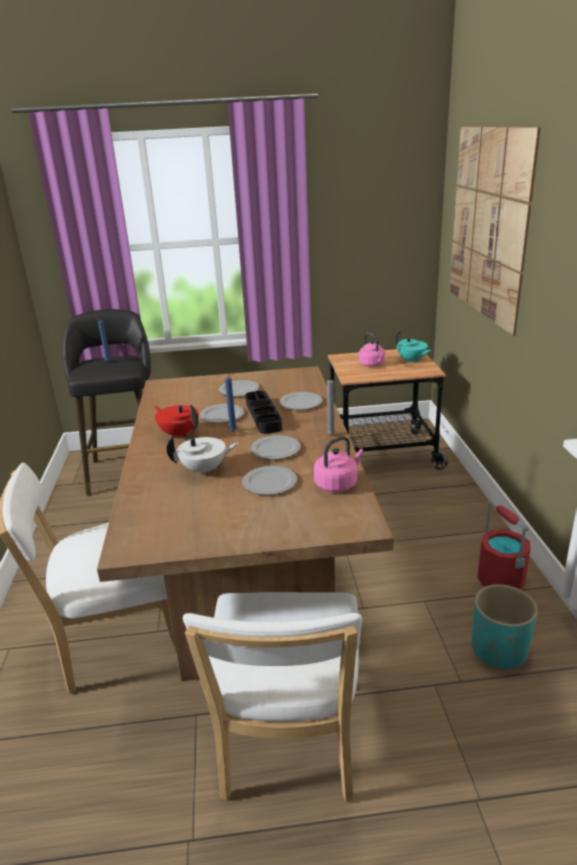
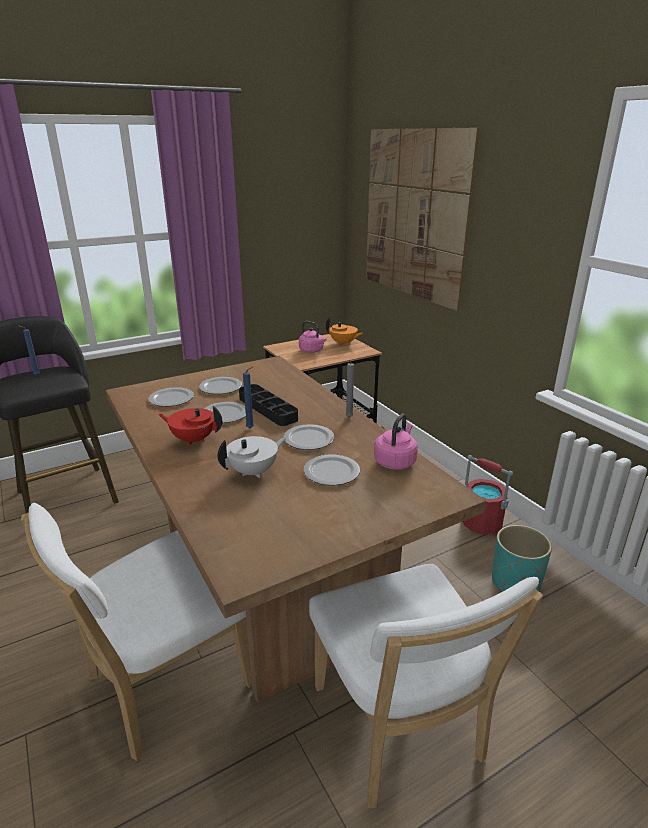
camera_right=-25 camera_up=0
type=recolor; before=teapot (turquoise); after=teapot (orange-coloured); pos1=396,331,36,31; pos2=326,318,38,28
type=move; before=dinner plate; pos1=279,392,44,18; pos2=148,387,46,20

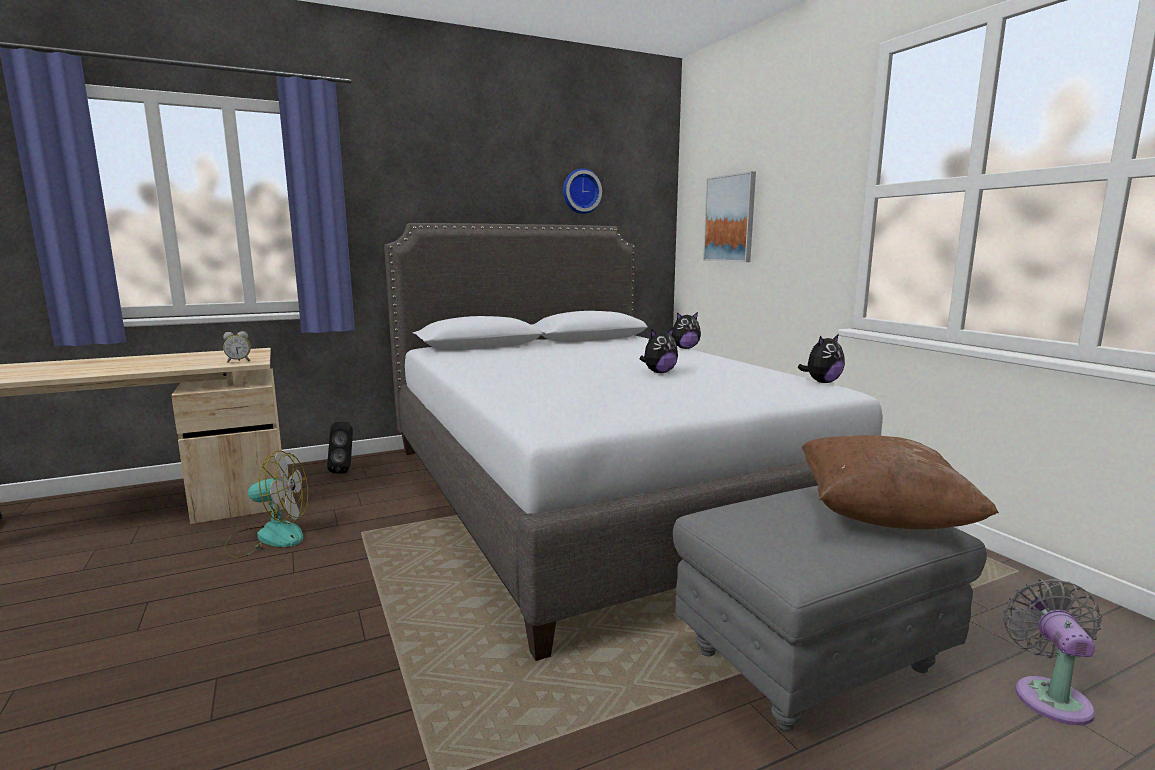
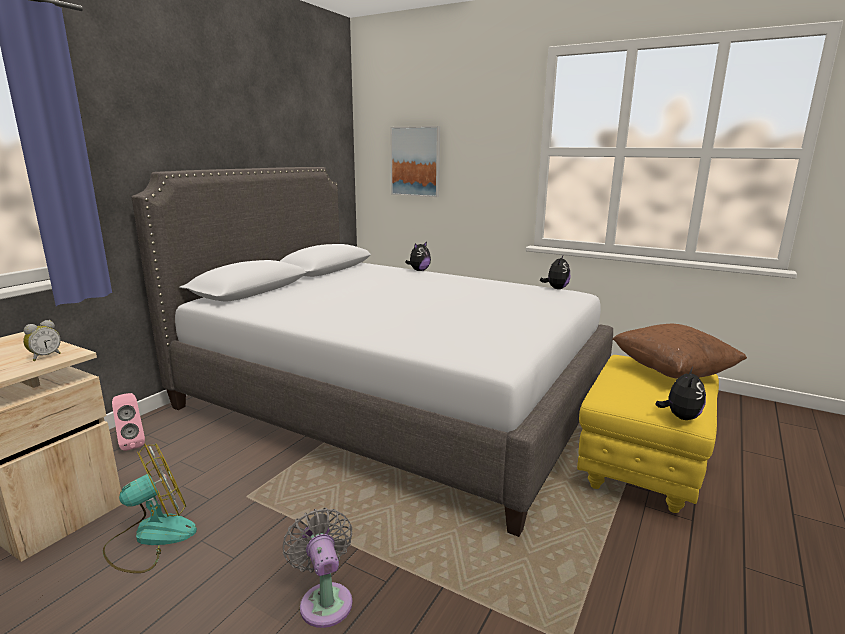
camera_right=-35 camera_up=5
type=delete; before=clock on the wall; pos1=563,168,39,46
type=move; before=plush toy; pos1=640,328,38,45; pos2=655,367,51,53
type=recolor; before=loudspeaker (black-coloured); after=loudspeaker (pink-coloured); pos1=327,422,26,52; pos2=112,393,33,58
type=recolor; before=footrest (greyish); after=footrest (yellow); pos1=673,486,314,245; pos2=577,355,142,158
type=move; before=electric fan (greyish); pos1=1003,579,99,146; pos2=283,508,69,120

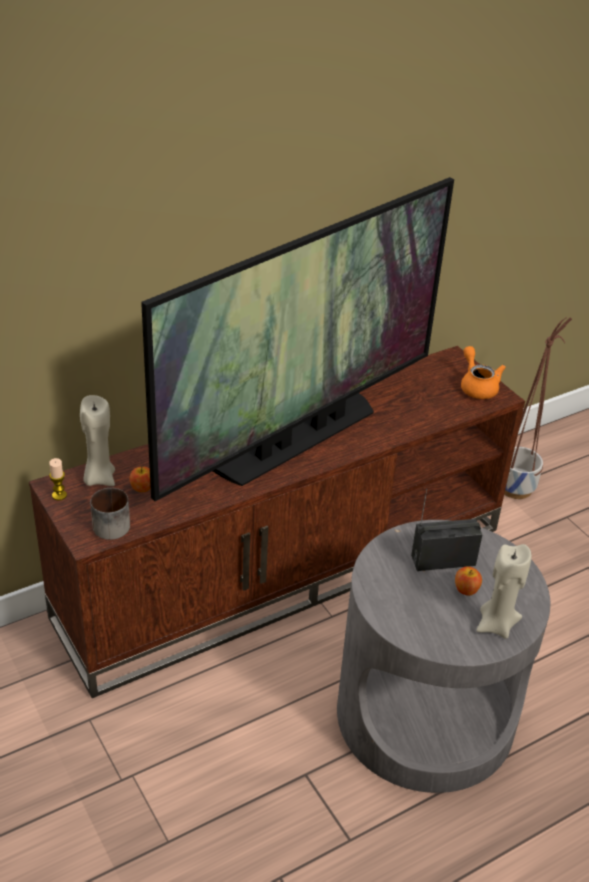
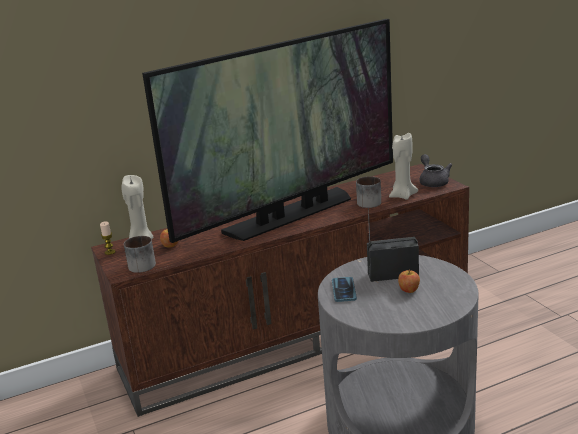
camera_right=10 camera_up=-15
type=delete; before=flower pot; pos1=504,317,68,182
type=recolor; before=teapot (orange-coloured); after=teapot (greyish); pos1=461,346,45,53; pos2=419,154,33,33
type=move; before=wax light (beige); pos1=476,544,56,95; pos2=389,133,29,67
type=insert; after=coffee mug; pos2=356,176,25,32
type=insert; after=phone; pos2=332,277,25,25

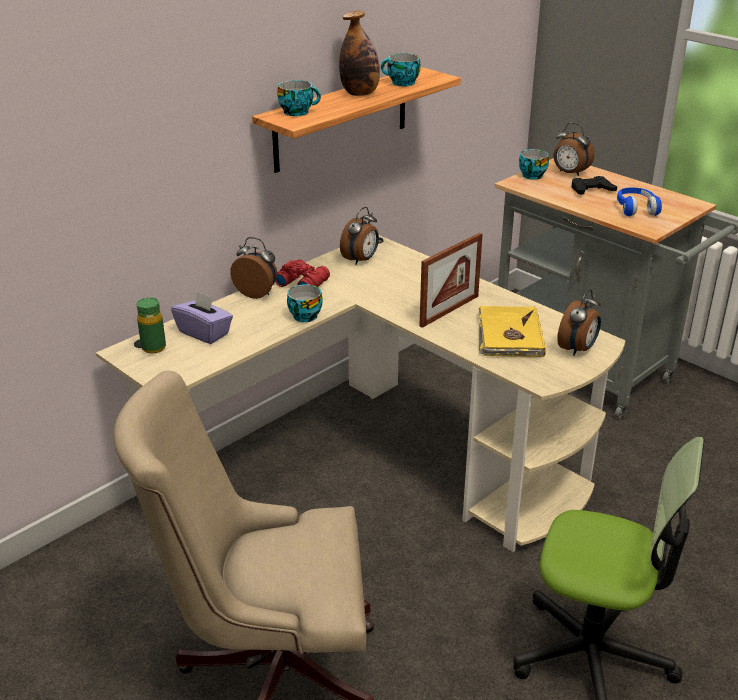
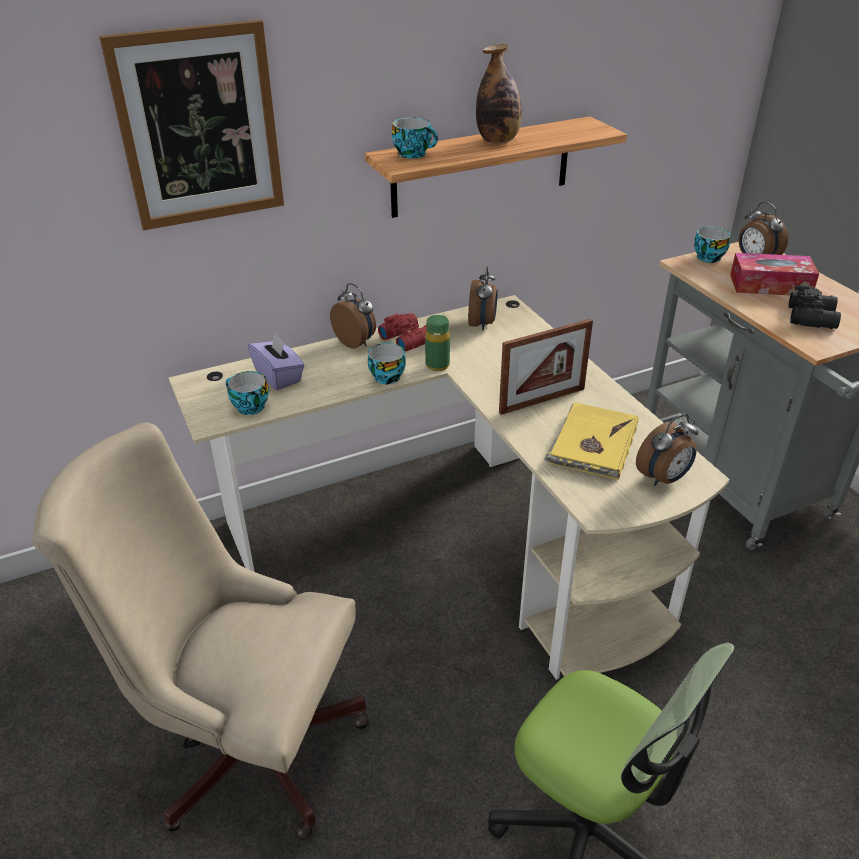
camera_right=20 camera_up=5
type=move; before=cup; pos1=381,53,40,33; pos2=226,371,43,44
type=replace; before=game controller (black-coloured); after=box of tissues; pos1=571,176,46,19; pos2=730,253,89,42
type=replace; before=headphones (blue-coloured); after=pair of binoculars (black-coloured); pos1=617,187,45,29; pos2=789,285,52,44
type=rotate; before=bedside clock; pos1=340,207,39,58; pos2=468,266,29,64; turn=-45
type=move; before=drink bottle (greenish); pos1=137,297,29,57; pos2=425,315,25,56
type=insert; after=wall picture; pos2=99,20,185,210

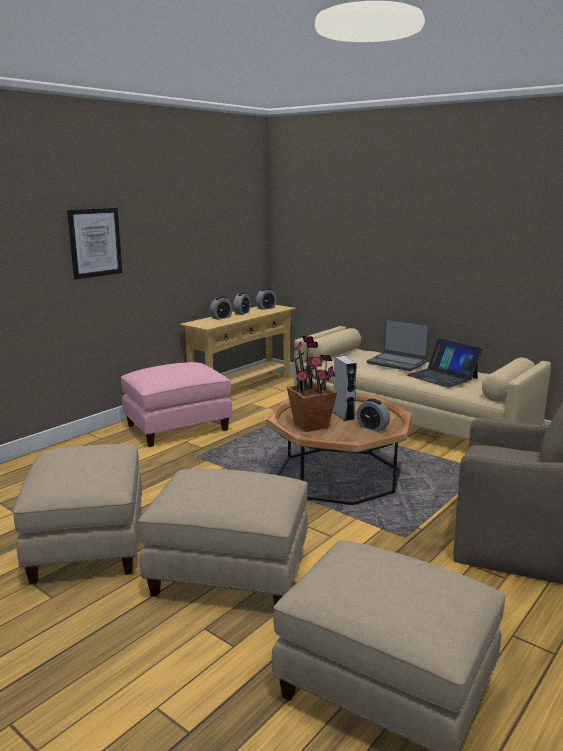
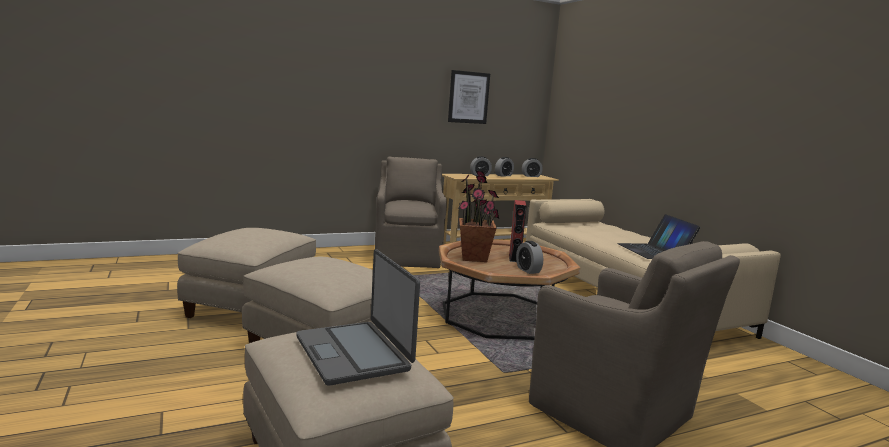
camera_right=25 camera_up=-5
type=move; before=wall picture; pos1=67,208,55,72; pos2=448,70,42,54
type=move; before=portable computer; pos1=367,318,63,53; pos2=296,249,124,137
type=recolor; before=loudspeaker (greyish); after=loudspeaker (red); pos1=333,356,24,65; pos2=509,200,18,62
type=replace; before=footrest (pink-coloured); after=easy chair (brownish); pos1=121,362,111,85; pos2=375,157,72,111

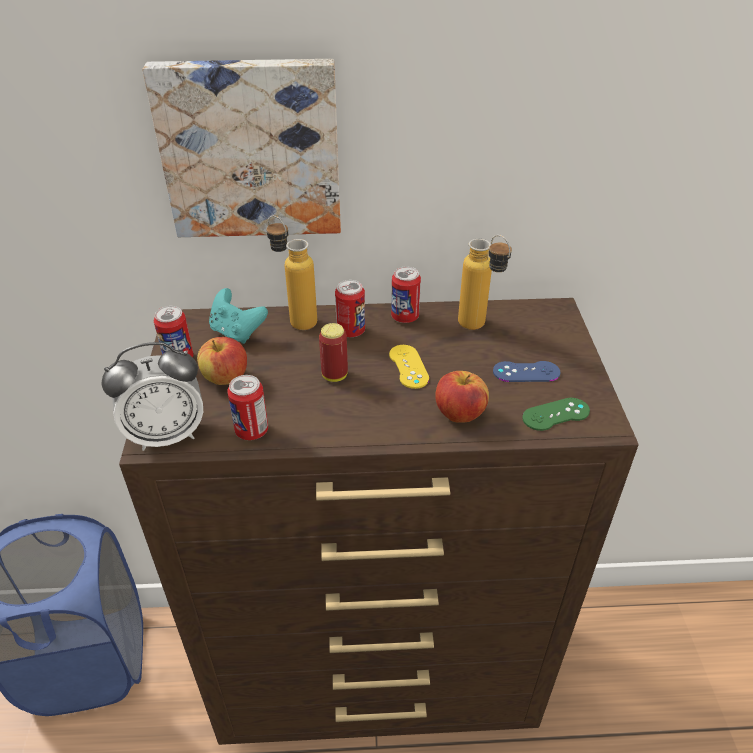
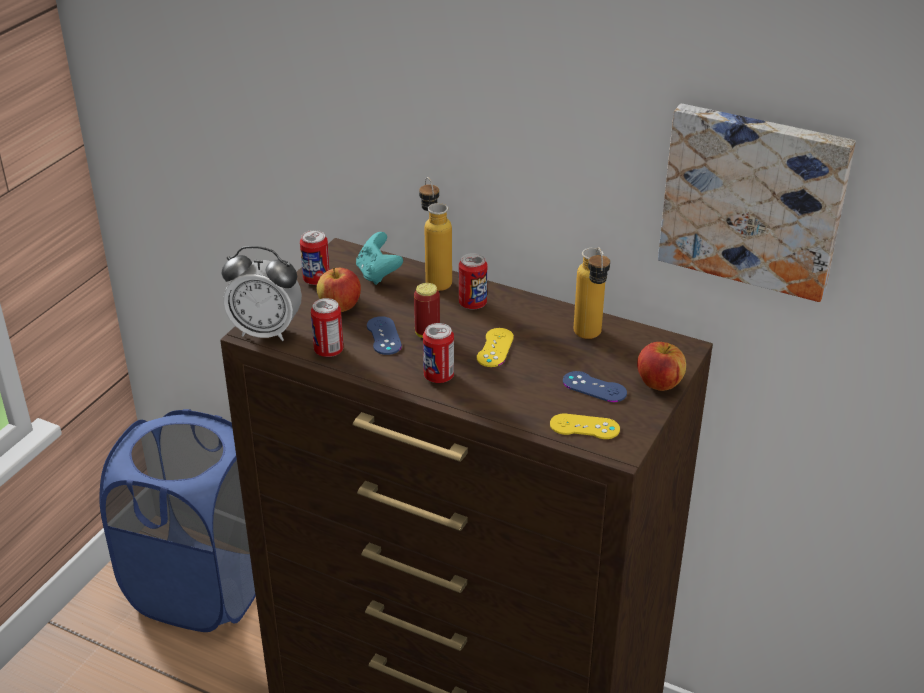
camera_right=30 camera_up=-5
type=move; before=wall picture; pos1=142,59,199,178; pos2=658,104,198,198
type=move; before=can; pos1=391,266,30,57; pos2=423,323,31,60
type=move; before=whole apple; pos1=435,371,54,52; pos2=637,342,49,49
type=recolor; before=game controller (greenish); after=game controller (yellow); pos1=522,398,68,33; pos2=550,414,70,25
type=insert; after=game controller (blue-coloured); pos2=367,316,35,39

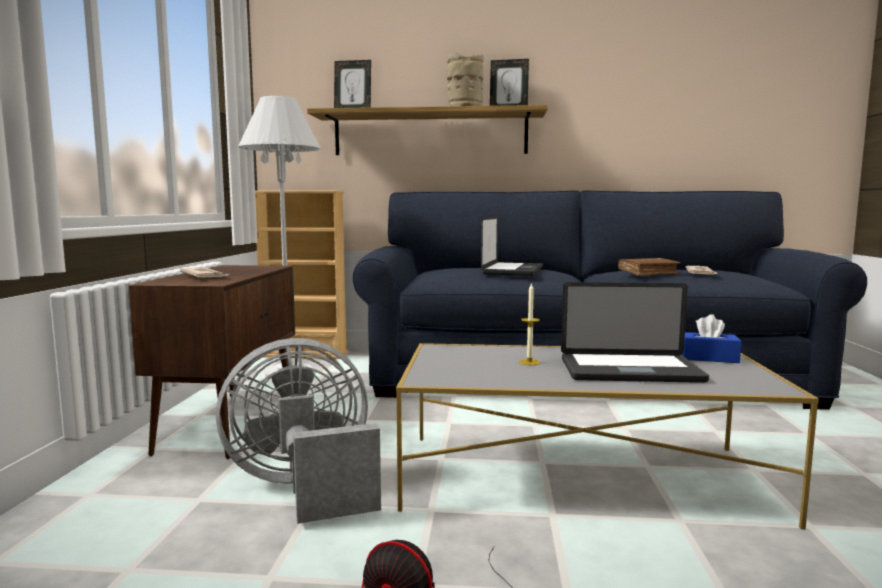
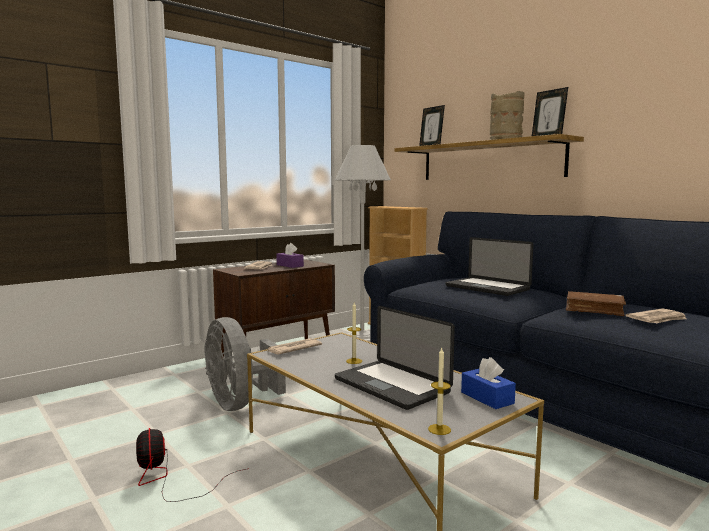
camera_right=45 camera_up=0
type=rotate; before=portable computer; pos1=481,216,62,60; pos2=446,237,88,59; turn=75
type=rotate; before=electric fan (greyish); pos1=216,338,165,186; pos2=204,317,82,94; turn=-150
type=insert; after=box of tissues (purple); pos2=276,243,28,25
type=insert; after=printed paper; pos2=268,338,54,17
type=insert; after=wax light; pos2=428,348,23,87

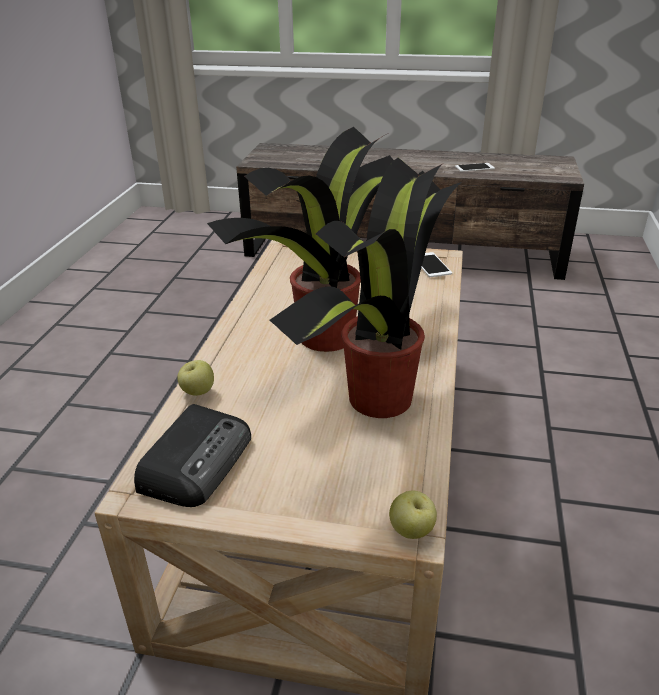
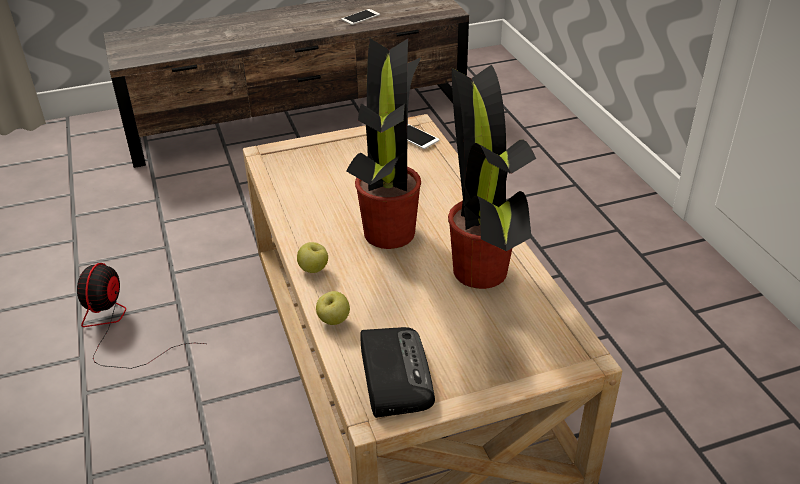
camera_right=-30 camera_up=5
type=move; before=whole apple; pos1=389,491,48,48; pos2=297,242,31,31
type=insert; after=electric fan; pos2=77,263,128,106

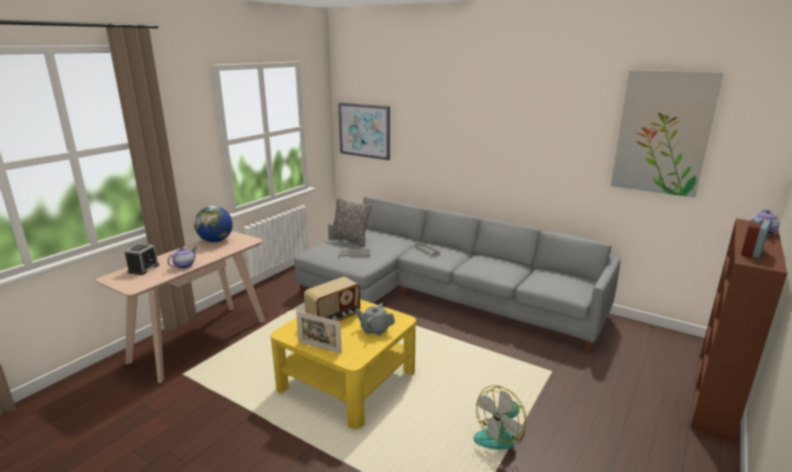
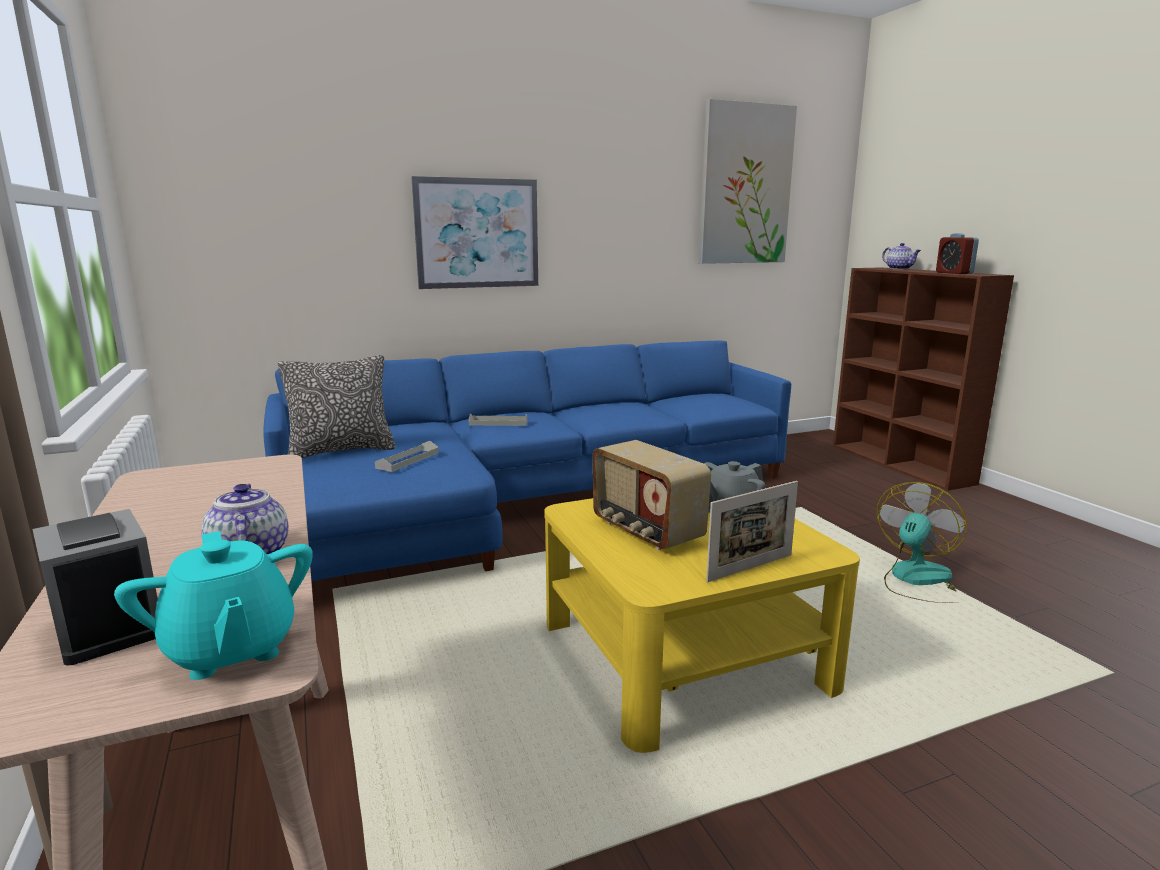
camera_right=-55 camera_up=-5
type=move; before=wall picture; pos1=338,102,52,58; pos2=411,176,127,113
type=recolor; before=sofa (greyish); after=sofa (blue-coloured); pos1=294,197,327,154; pos2=263,341,528,240
type=delete; before=globe; pos1=194,206,39,36
type=rotate; before=radio; pos1=304,277,56,44; pos2=593,440,118,110; turn=150
type=rotate; before=electric fan; pos1=474,385,52,64; pos2=877,482,90,121; turn=-135
type=insert; after=teapot (turquoise); pos2=114,531,199,149

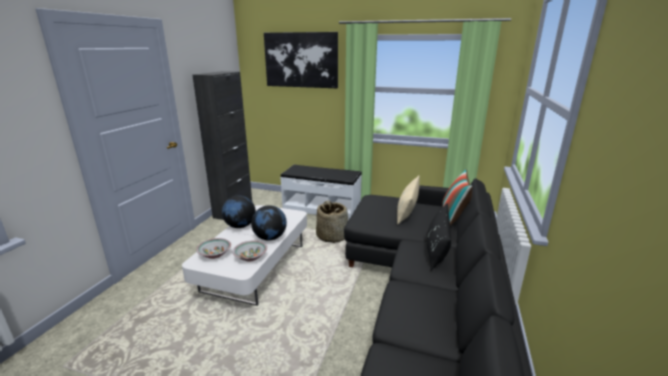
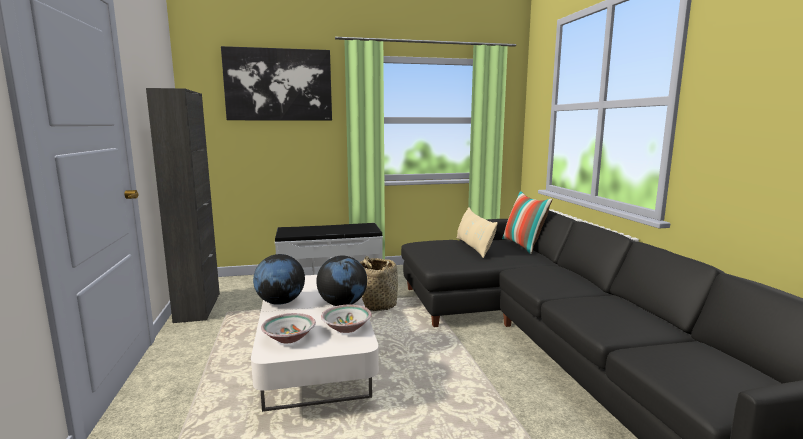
camera_right=-30 camera_up=-10
type=delete; before=throw pillow (black-coloured); pos1=427,203,24,68

